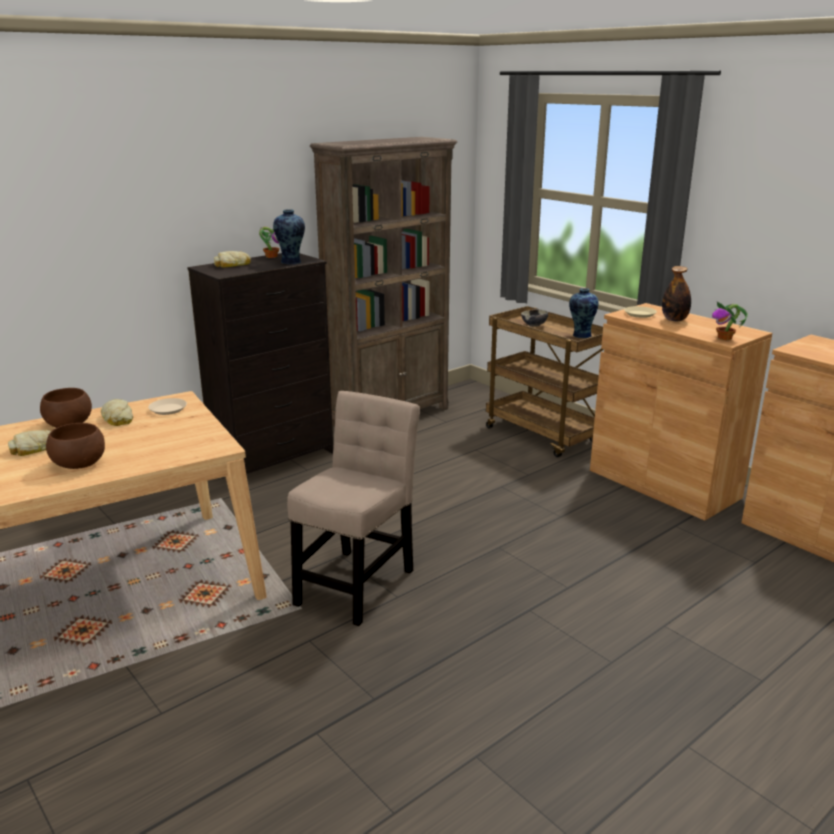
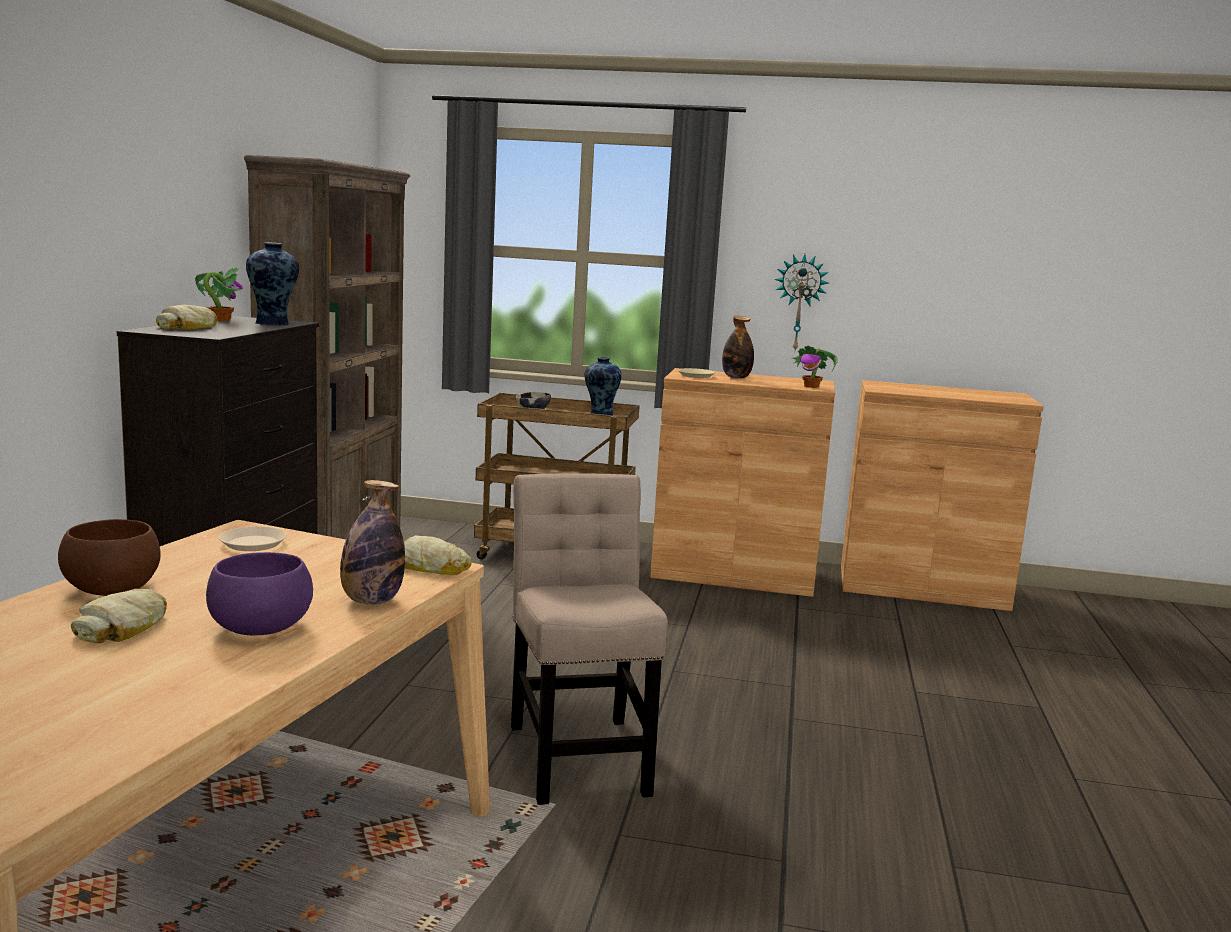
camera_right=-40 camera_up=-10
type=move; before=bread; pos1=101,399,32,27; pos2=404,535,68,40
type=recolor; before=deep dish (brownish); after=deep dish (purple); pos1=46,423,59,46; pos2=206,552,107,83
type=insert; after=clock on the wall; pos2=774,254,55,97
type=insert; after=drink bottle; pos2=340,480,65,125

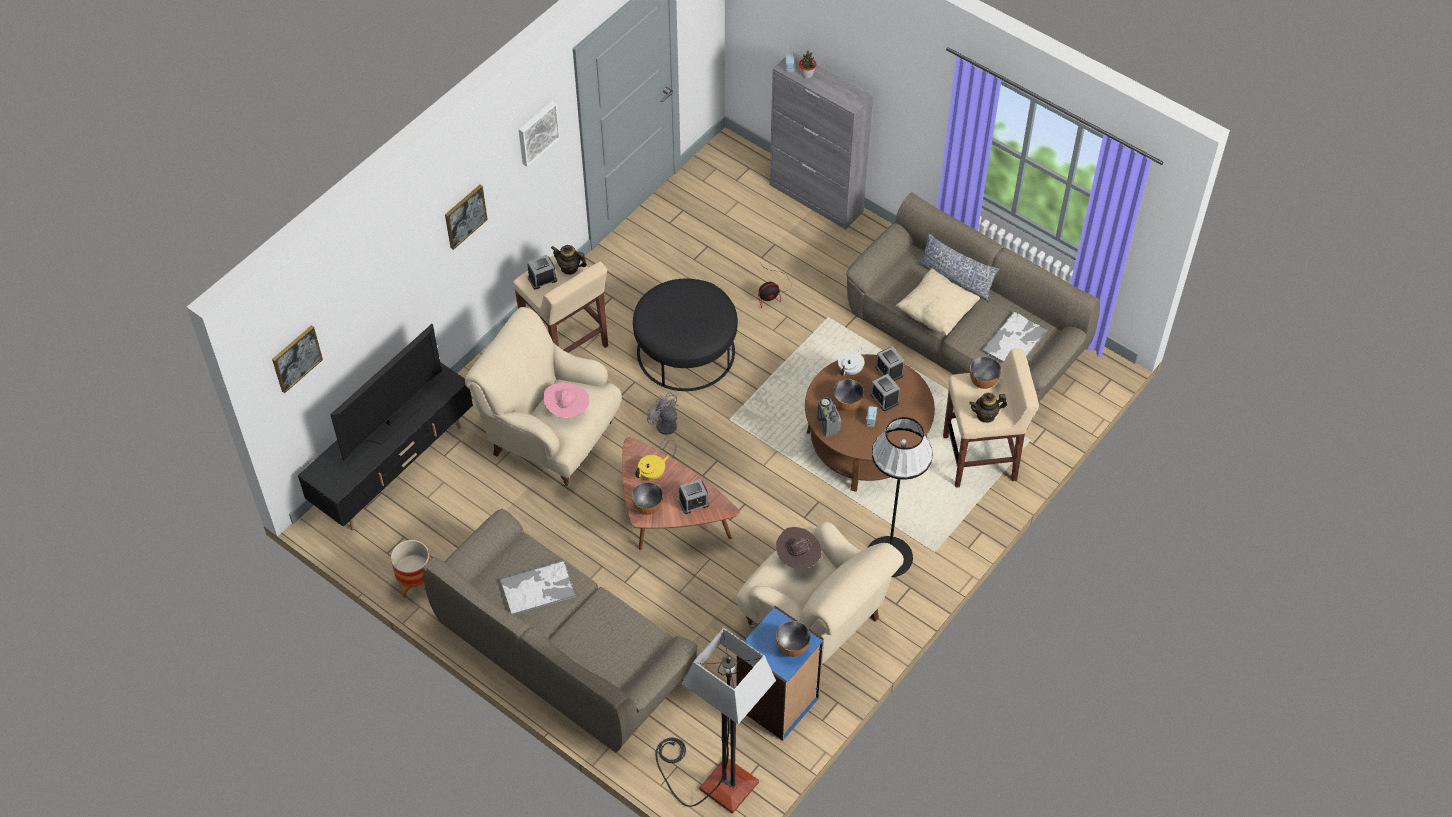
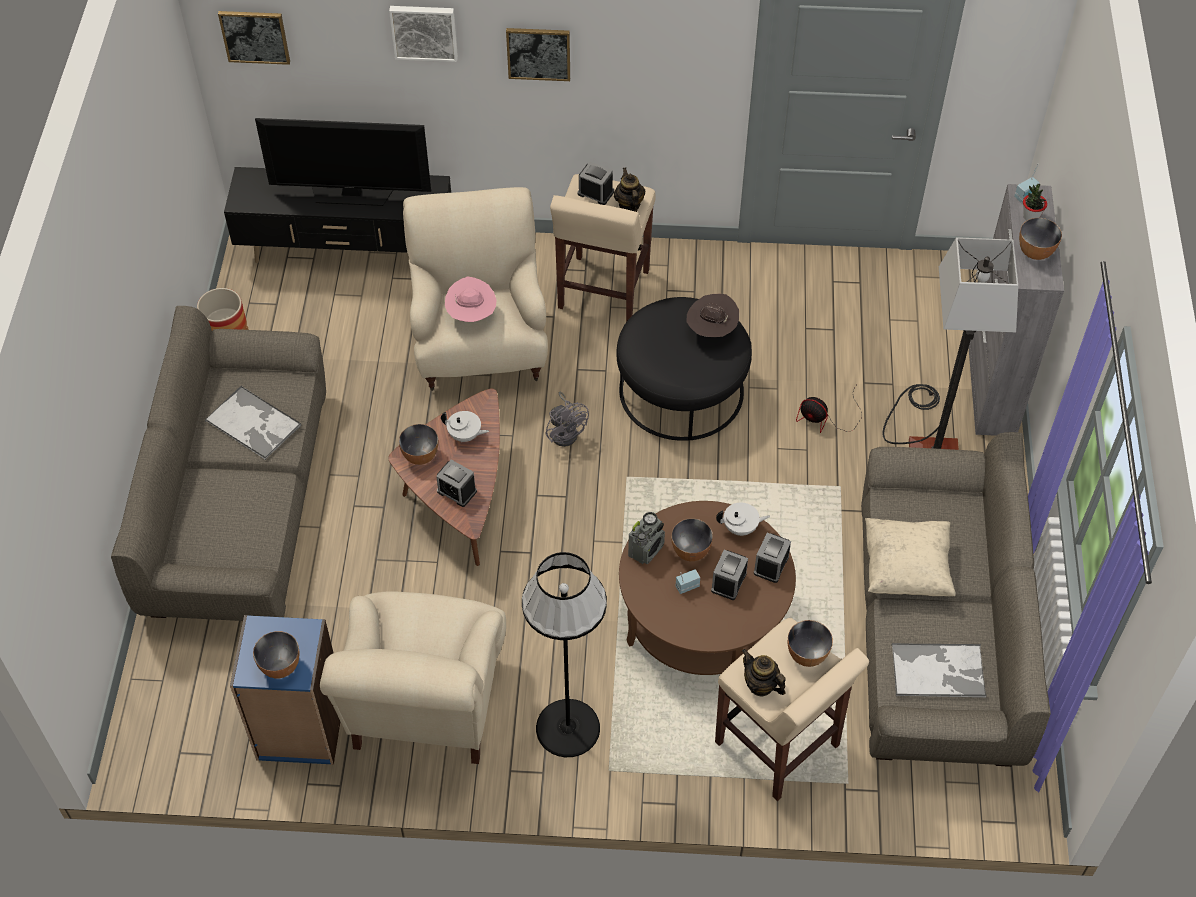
camera_right=55 camera_up=0
type=move; before=wall picture; pos1=518,101,42,66; pos2=389,6,69,56
type=delete; before=throw pillow; pos1=916,233,83,69
type=rotate; before=electric fan (greyish); pos1=647,392,32,66; pos2=546,392,43,55; turn=135
type=recolor; before=teapot (yellow); after=teapot (white-coloured); pos1=635,455,34,25; pos2=441,411,48,31
type=move; before=hat (brownish); pos1=776,527,46,42; pos2=687,294,52,43
type=move; before=standard lamp; pos1=655,628,121,186; pos2=883,237,135,213
type=insert; after=deep dish; pos2=1019,218,43,42

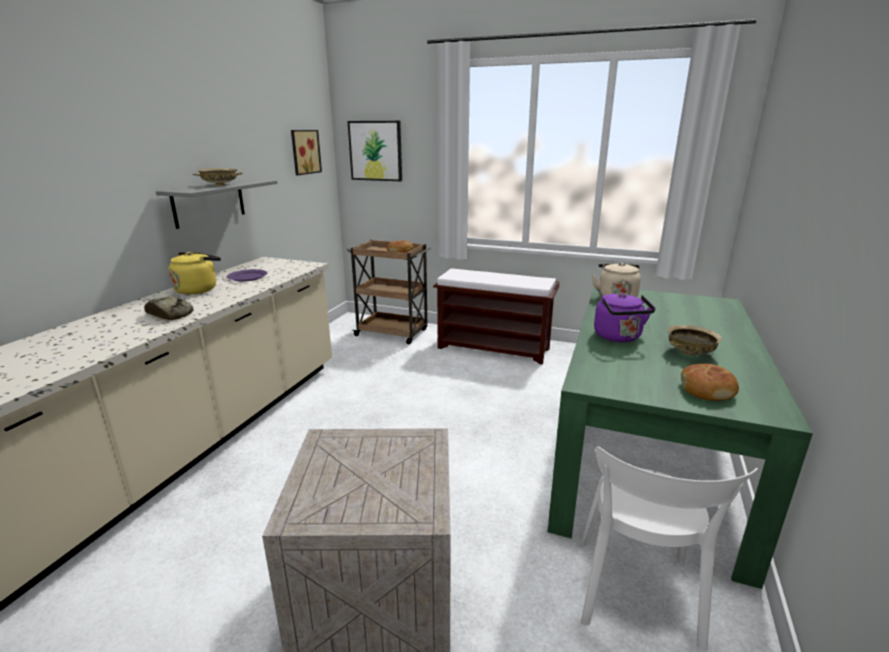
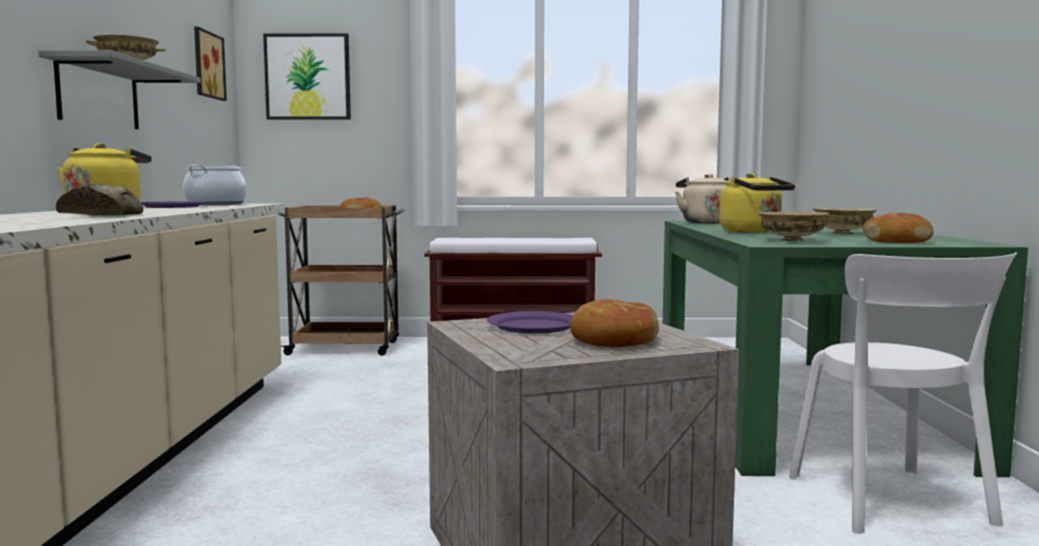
camera_right=-20 camera_up=-15
type=recolor; before=tea kettle (purple); after=tea kettle (yellow); pos1=594,293,61,49; pos2=719,173,76,60
type=insert; after=saucepot; pos2=183,165,64,40
type=insert; after=deep dish (beige); pos2=758,212,71,29
type=insert; after=bread; pos2=570,299,89,48
type=insert; after=dinner plate (purple); pos2=487,311,86,23

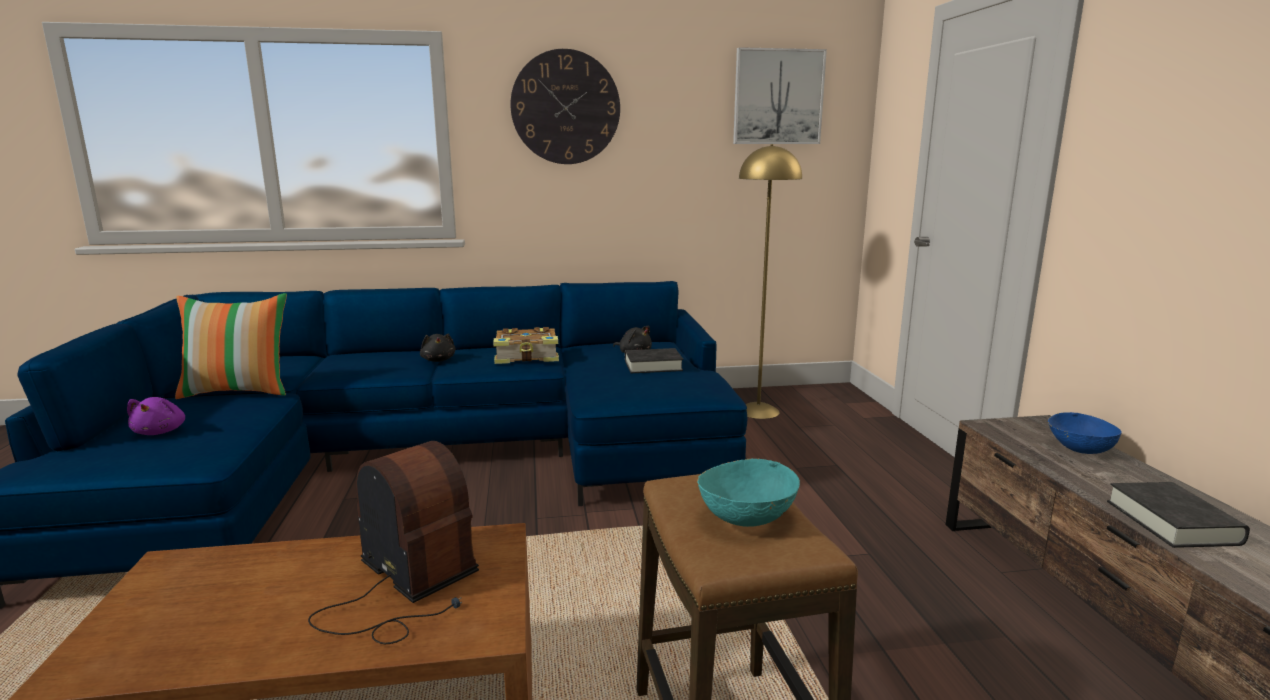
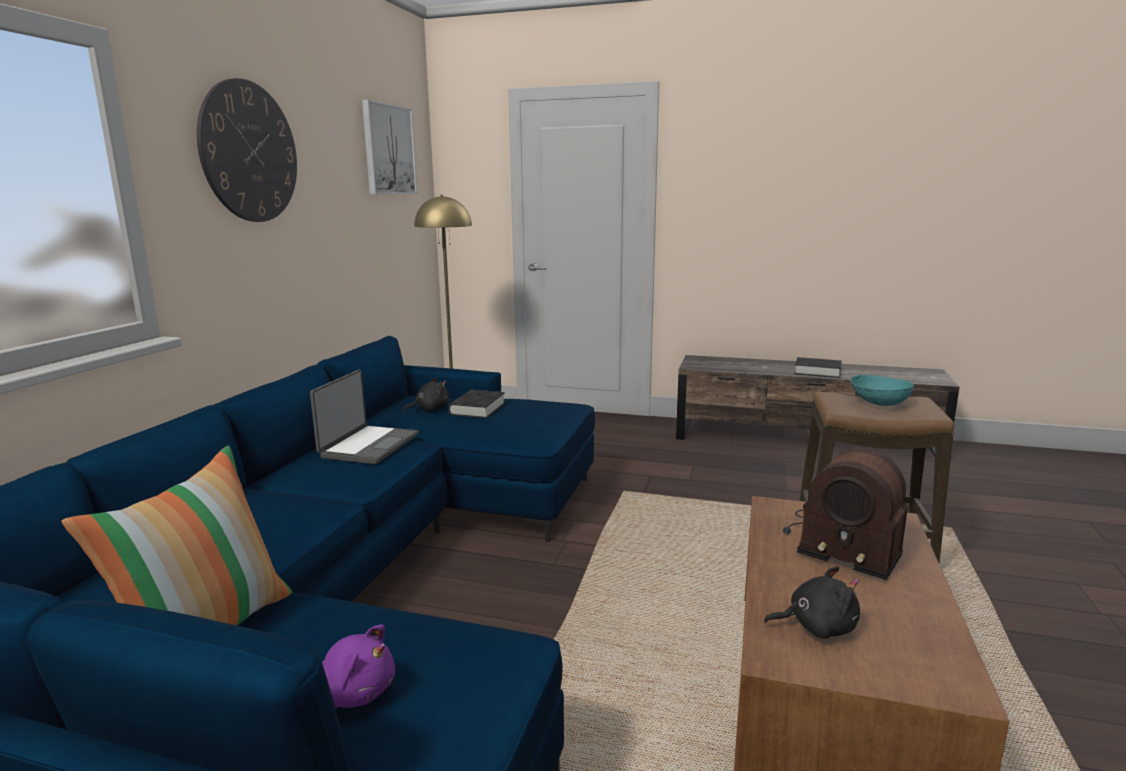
camera_right=-65 camera_up=0
type=replace; before=volume; after=portable computer; pos1=493,327,66,37; pos2=310,370,108,94
type=move; before=plush toy (black-coloured); pos1=420,334,35,28; pos2=764,566,96,73
type=delete; before=deep dish (blue-coloured); pos1=1048,412,74,42
type=rotate; before=radio; pos1=308,441,171,203; pos2=783,448,125,132; turn=-120

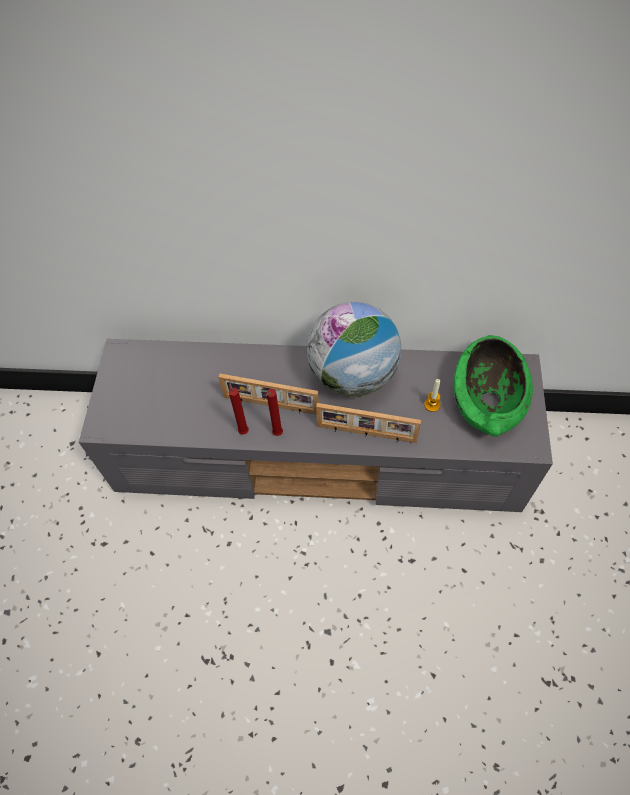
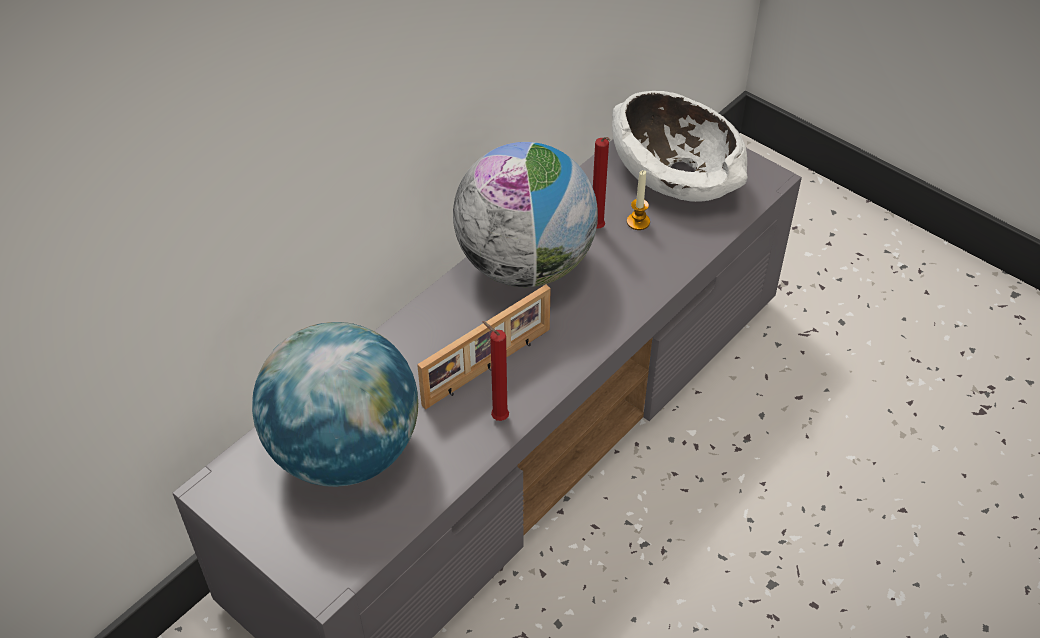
camera_right=-55 camera_up=-10
type=recolor; before=deep dish (greenish); after=deep dish (white-coloured); pos1=454,335,79,102; pos2=612,91,136,111
type=move; before=wax light (red); pos1=266,389,17,47; pos2=593,137,17,92
type=delete; before=photo frame; pos1=316,403,105,40
type=insert; after=globe; pos2=252,322,166,165

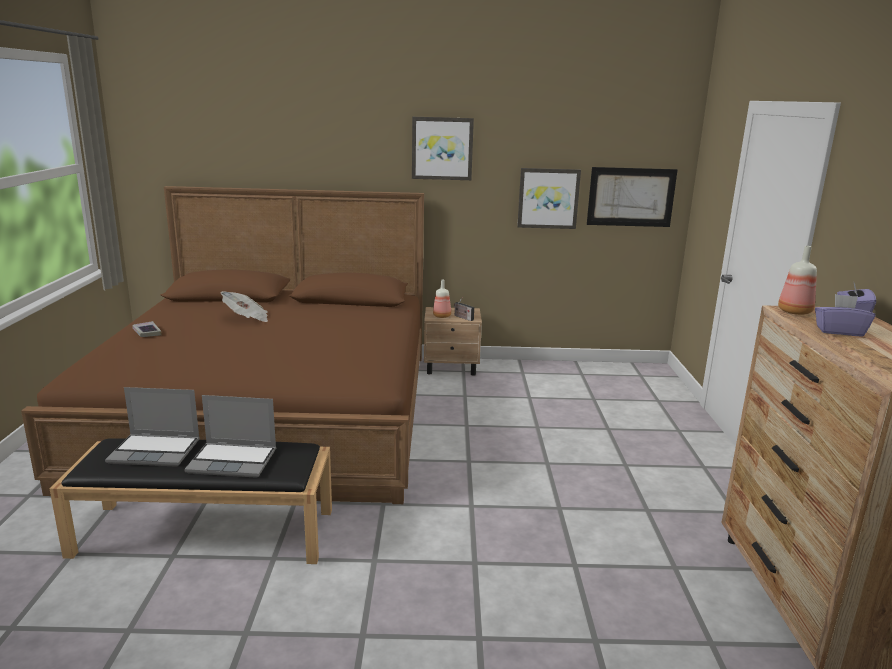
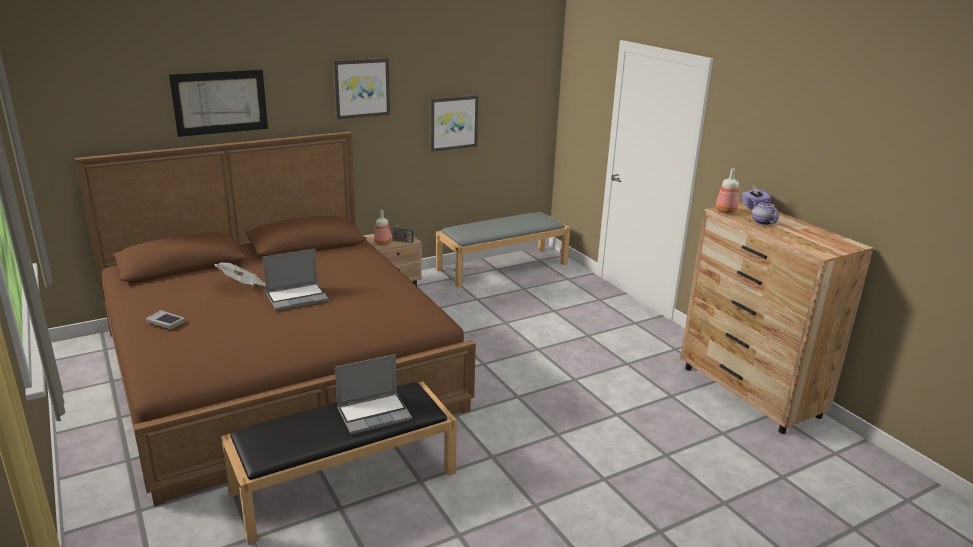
camera_right=-30 camera_up=5
type=move; before=wall picture; pos1=587,167,91,60; pos2=169,70,99,67
type=replace; before=box of tissues (purple); after=teapot; pos1=815,294,60,42; pos2=752,200,27,25
type=move; before=portable computer; pos1=105,387,95,80; pos2=263,249,66,62
type=insert; after=bench (greyish); pos2=436,212,134,76

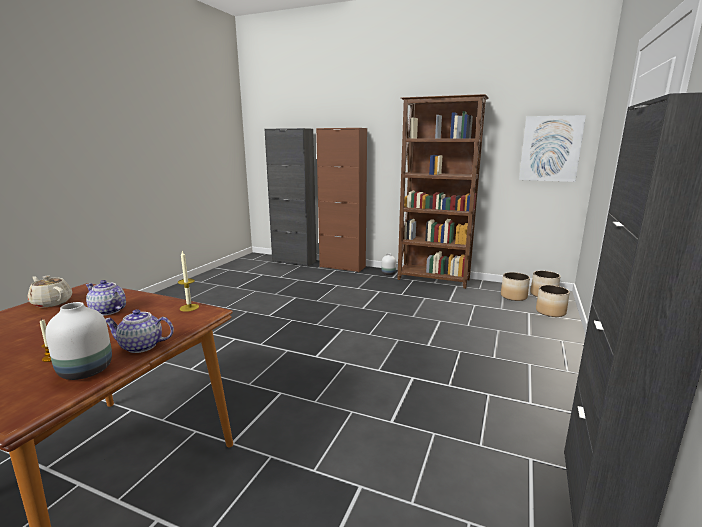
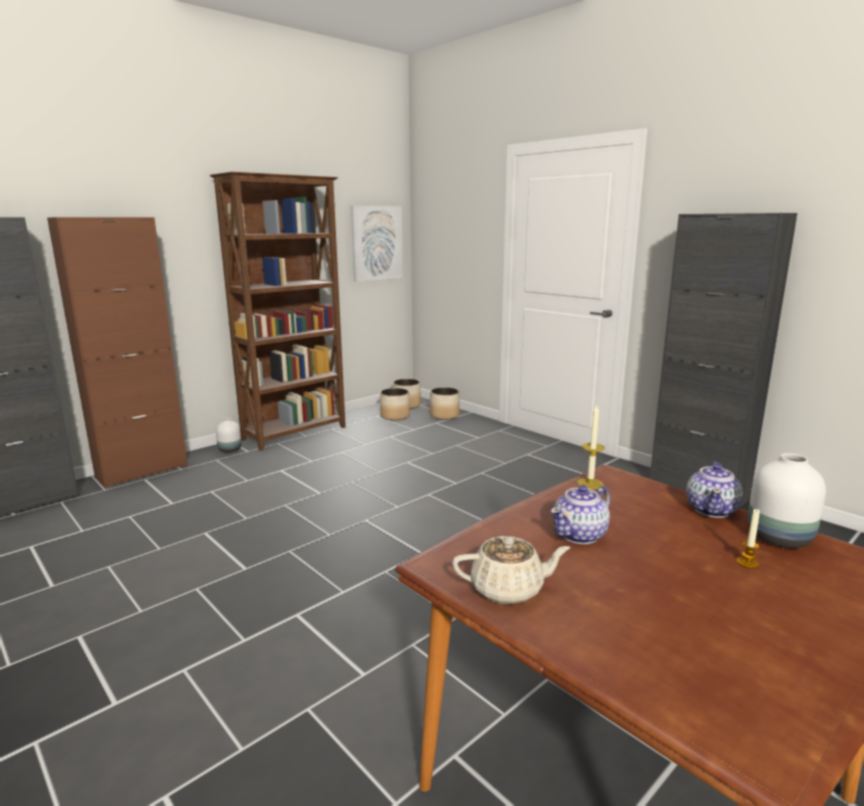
camera_right=-65 camera_up=0
type=rotate; before=teapot (beige); pos1=28,275,44,32; pos2=452,536,119,69; turn=-150

